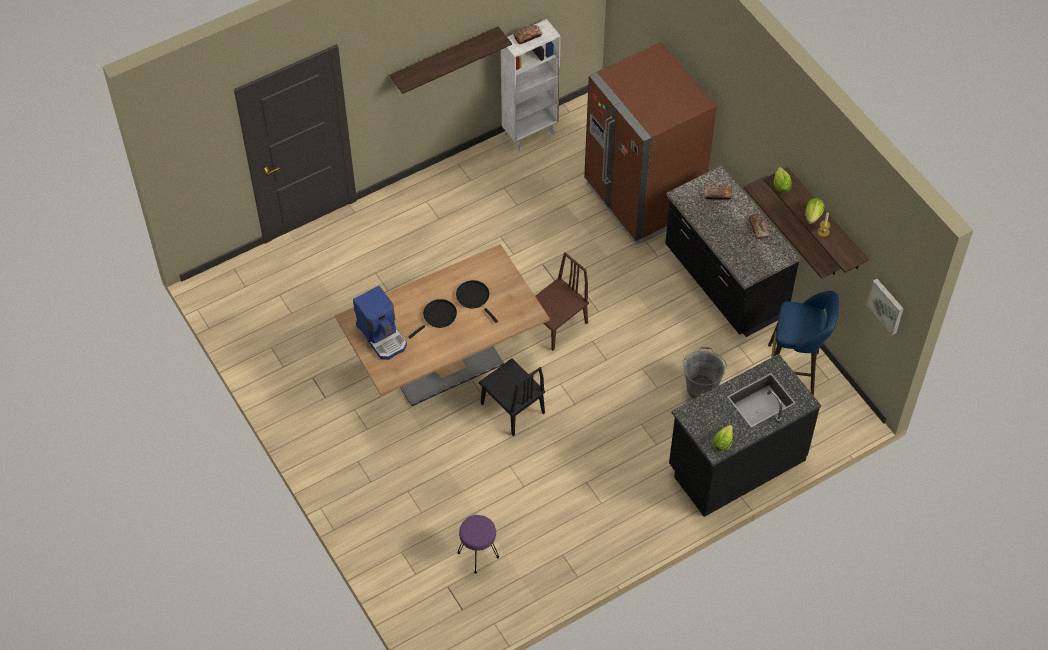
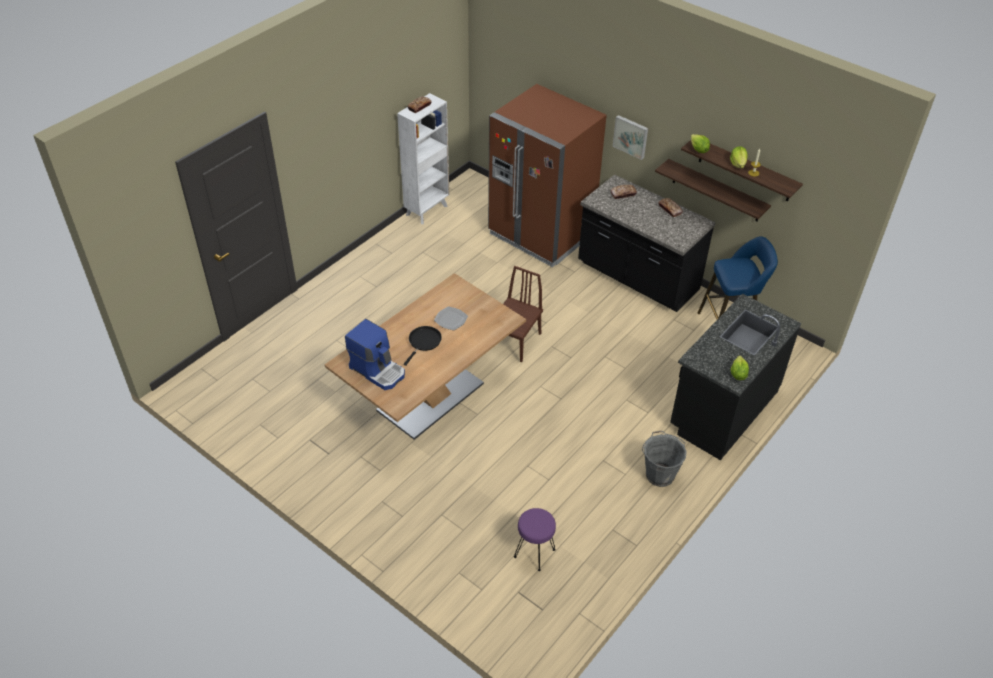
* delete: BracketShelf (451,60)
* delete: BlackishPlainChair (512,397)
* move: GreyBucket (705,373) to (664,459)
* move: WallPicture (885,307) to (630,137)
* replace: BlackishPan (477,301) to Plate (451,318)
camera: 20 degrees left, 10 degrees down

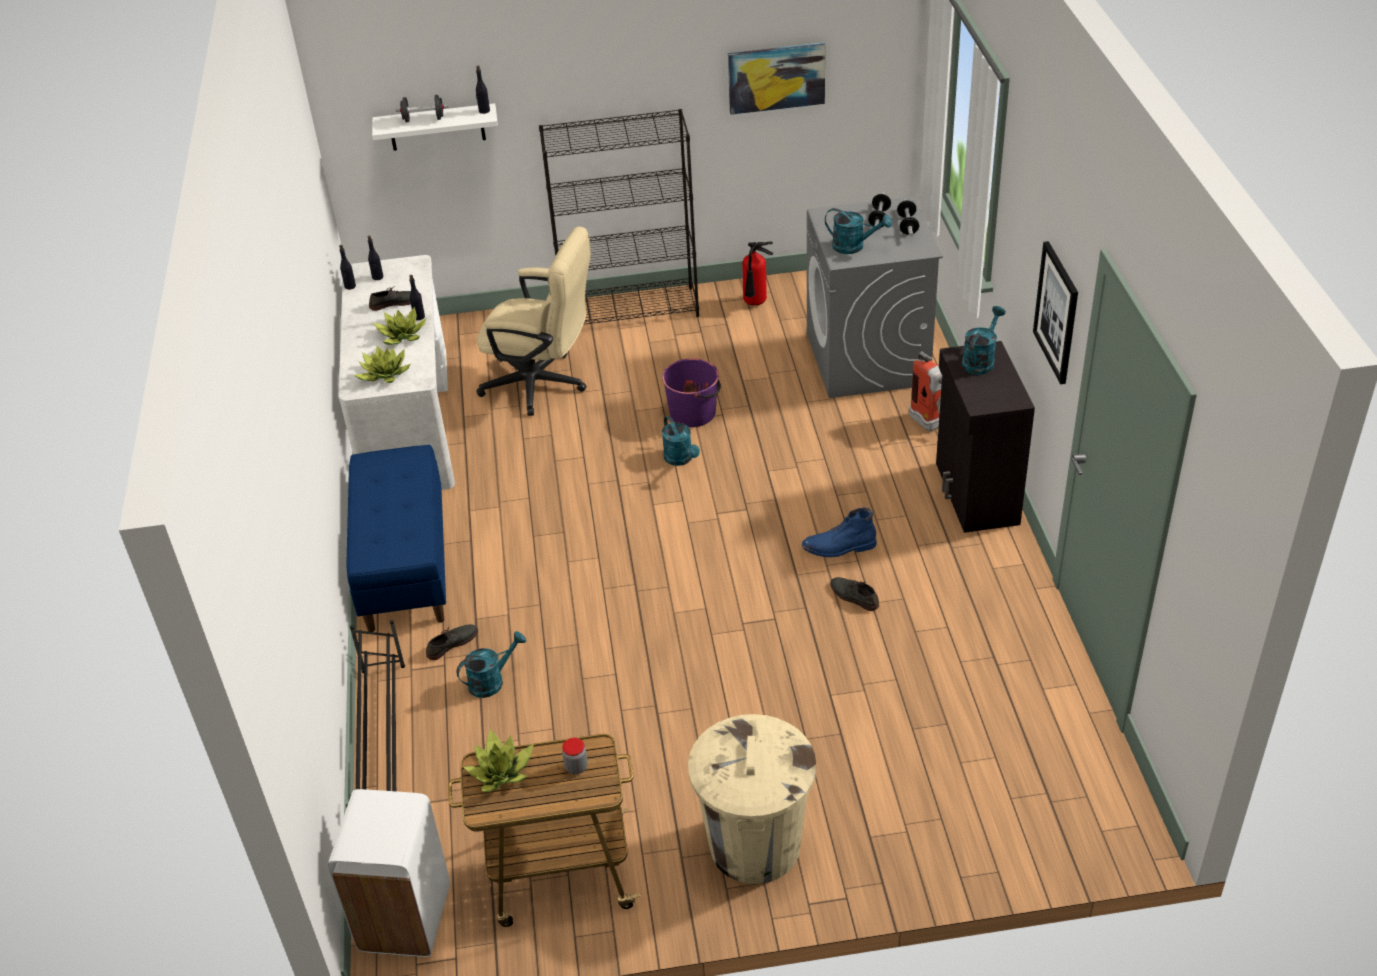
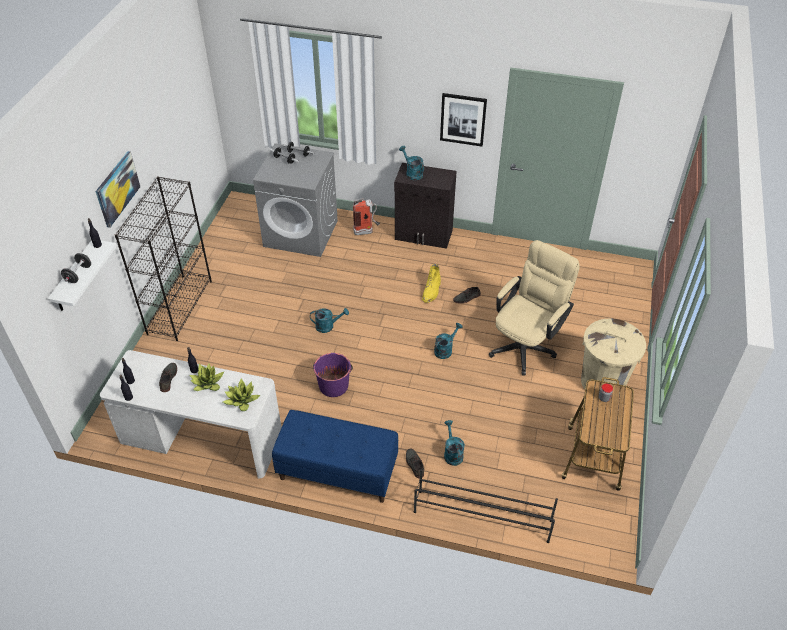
* delete: WhiteColouredRubbishBin (389,873)
* delete: PottedPlant (499,760)
* delete: FireExtinguisher (757,273)
* move: SandColouredComputerChair (533,321) to (534,307)
* move: PurplishBucket (691,392) to (333,375)
* move: WallPicture (776,78) to (117,189)
* move: BlueGreenSprinklingCan (858,231) to (448,341)
* recolor: BlueColouredHighTopBoot (839,532) to YellowHighTopBoot (431,283)
camera: 70 degrees left, 5 degrees up

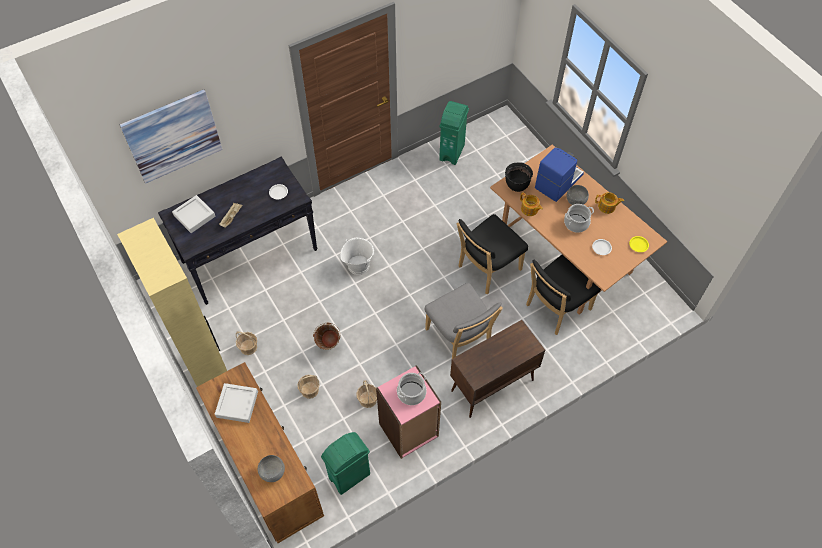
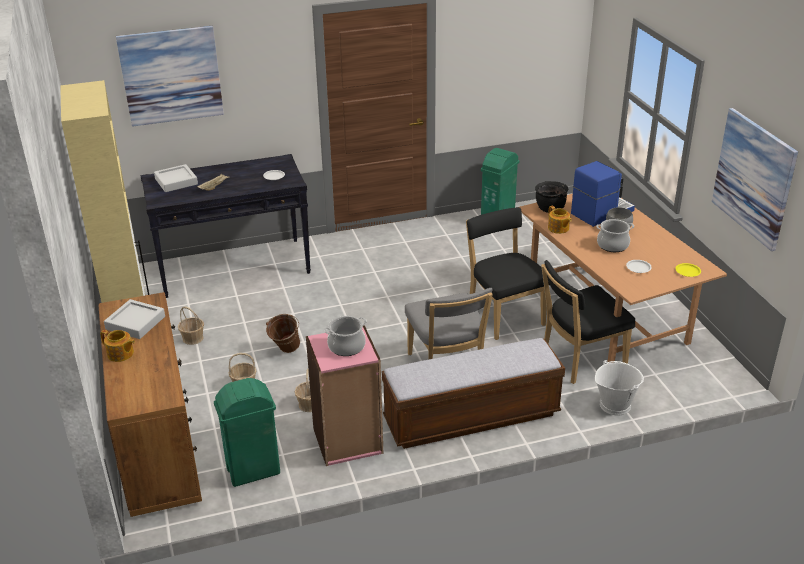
* delete: GreyDeepDish (271,468)
* insert: WallPicture (755,179)
* move: WhiteColouredBucket (357,256) to (619,388)
* move: TeaPot (609,203) to (117,346)
* replace: BrownStorageCabinet (497,369) to IndoorBench (473,393)
* rotate: BlackishPlainChair (492,254) = (508,273) 90 degrees clockwise
camera: 15 degrees right, 25 degrees down

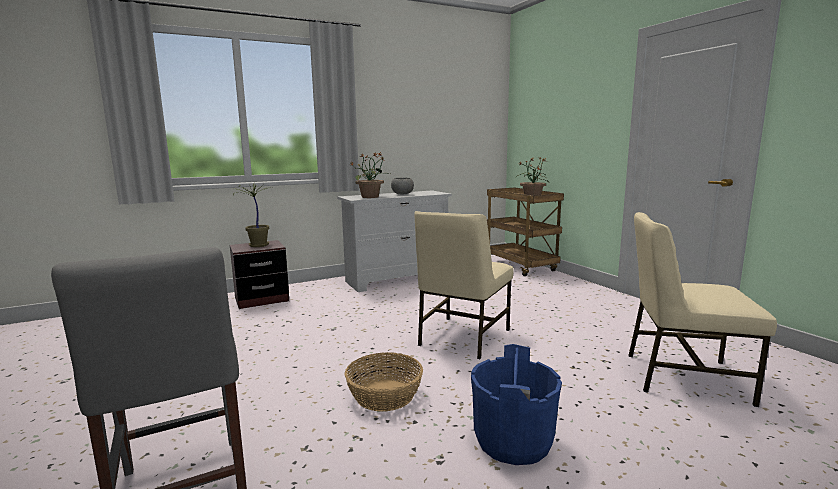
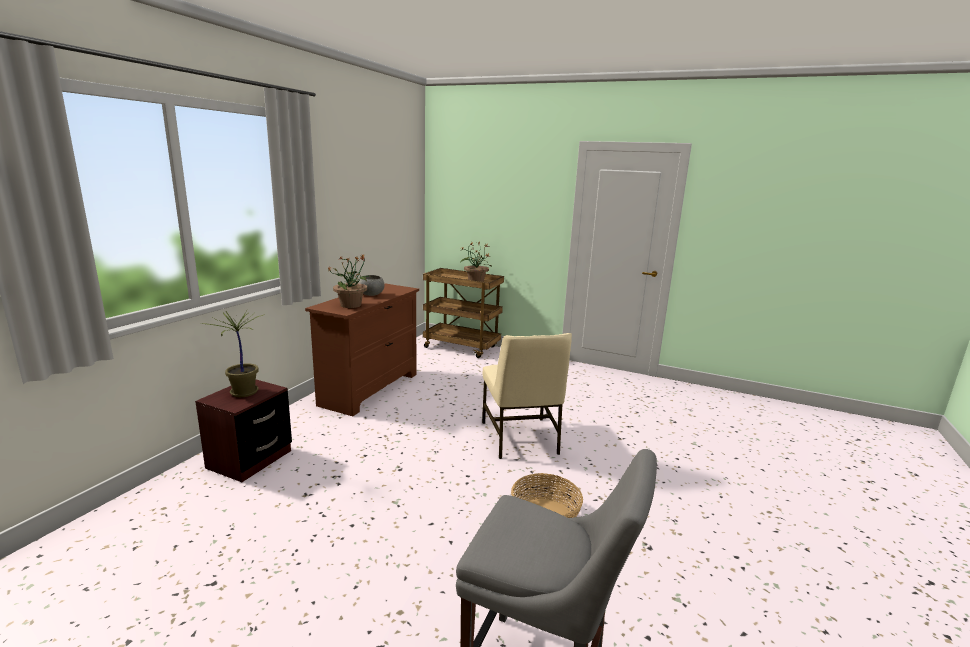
* delete: BlueColouredBucket (516,404)
* delete: SandColouredPlainChair (702,309)
* recolor: WhiteColouredDresser (395,241) to BrownDresser (362,349)
camera: 40 degrees left, 5 degrees up

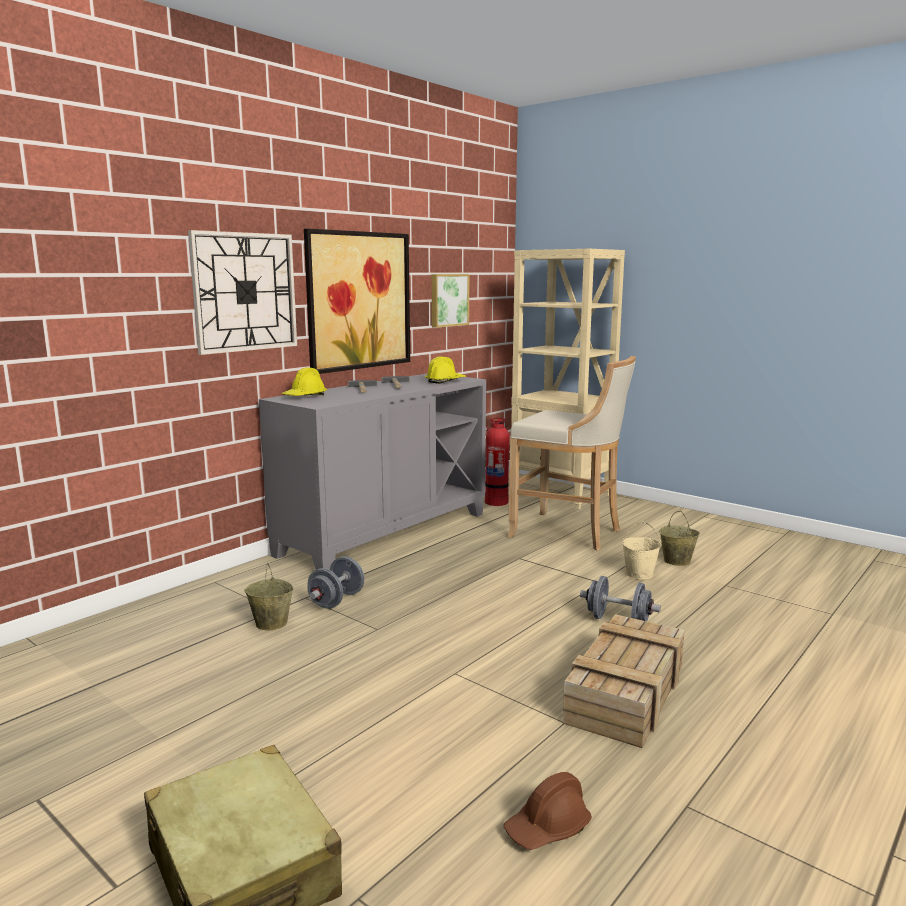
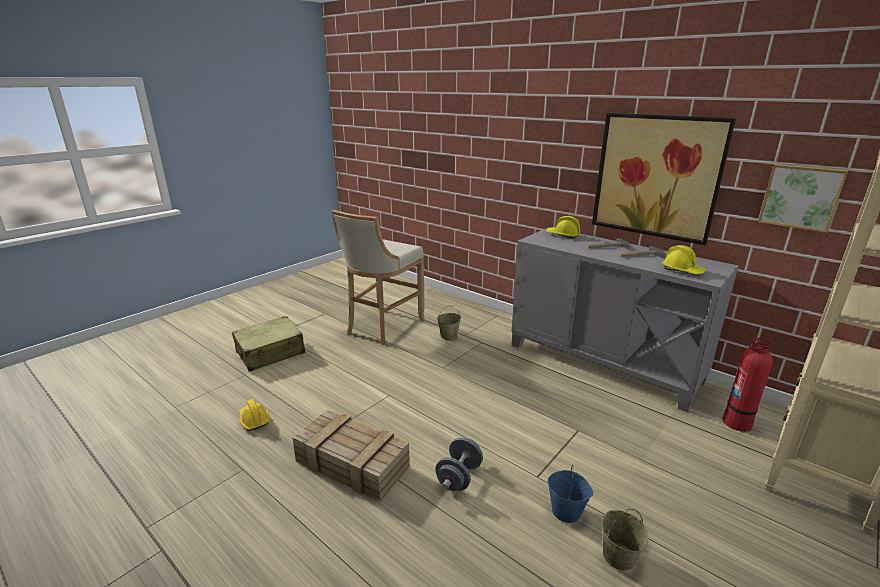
* delete: ClockOnTheWall (242,292)
* delete: GreyFreeWeight (336,582)
* move: SandColouredStool (571,453) to (378,277)
* recolor: BrownHardHat (548,811) to YellowHardHat (254,415)
* recolor: SandColouredBucket (641,550) to BlueColouredBucket (570,493)
camera: 90 degrees right, 10 degrees up

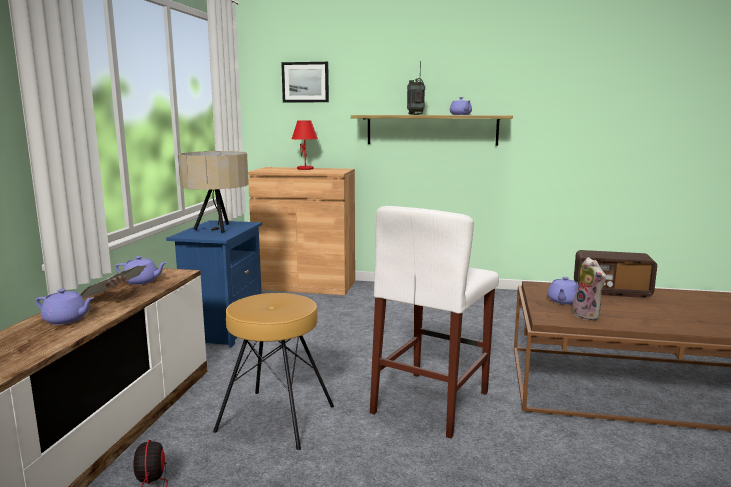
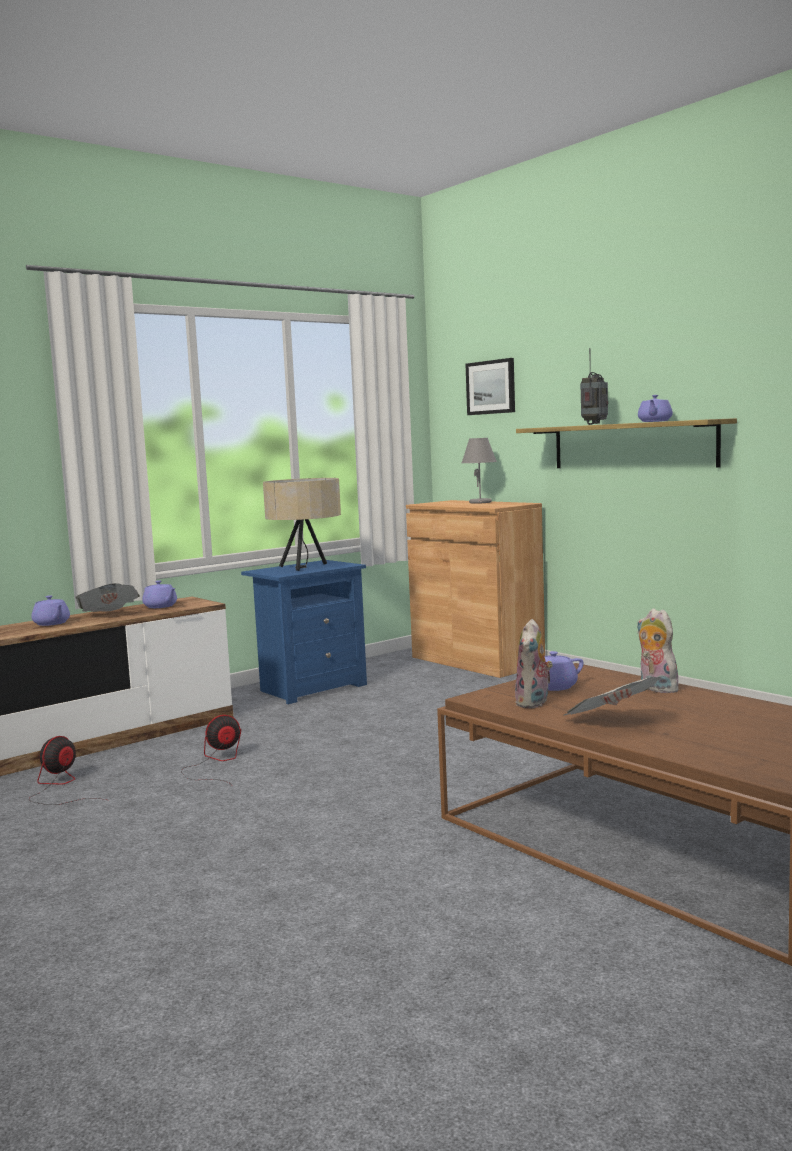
* delete: WhiteColouredStool (434,322)
* insert: Newspaper (612,696)
* replace: BrownStool (273,371) to CoolingFan (211,750)
* replace: RadioSet (615,274) to CuddlyToy (658,651)
* recolor: RedColouredTabletopLamp (304,145) to GreyTabletopLamp (479,471)
camera: 40 degrees right, 5 degrees down

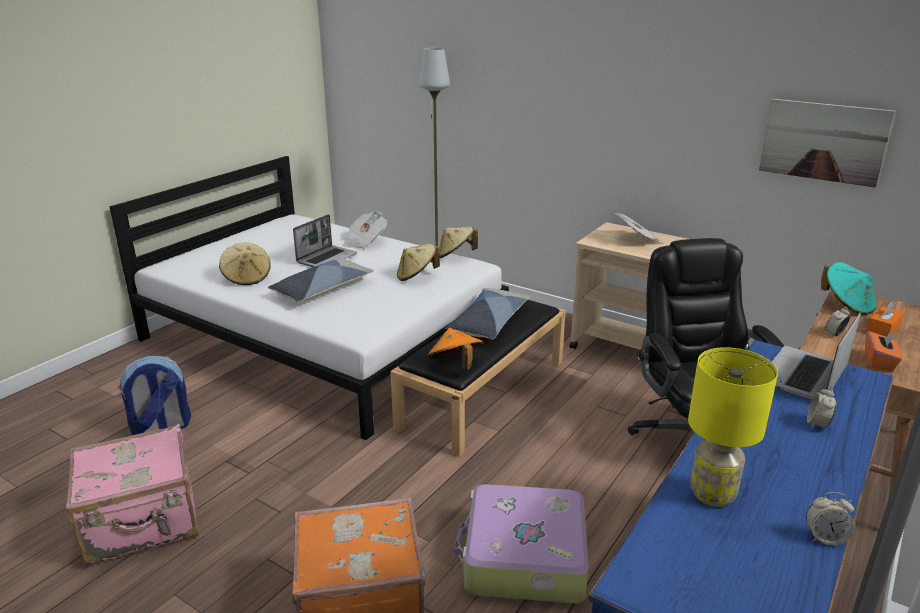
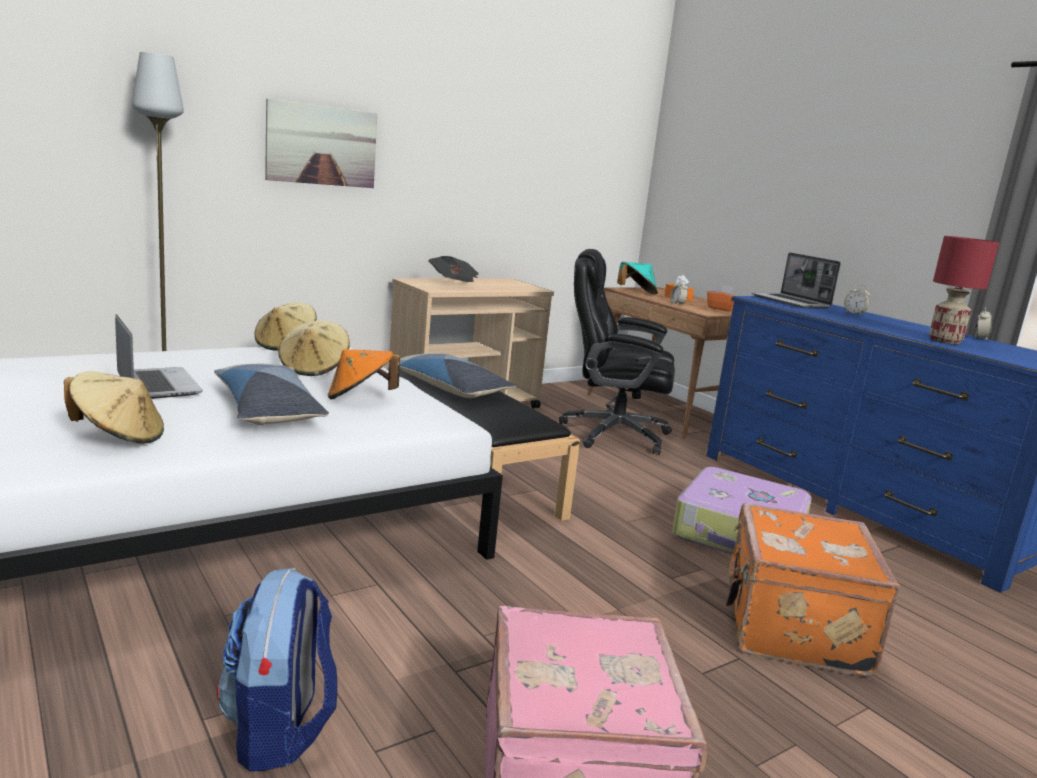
* delete: Newspaper (365,229)
* move: OrangeHat (454,349) to (364,374)
* move: WallPicture (827,143) to (321,143)
* recolor: YellowTabletopLamp (733,427) to RedColouredTabletopLamp (964,290)
camera: 70 degrees left, 10 degrees down

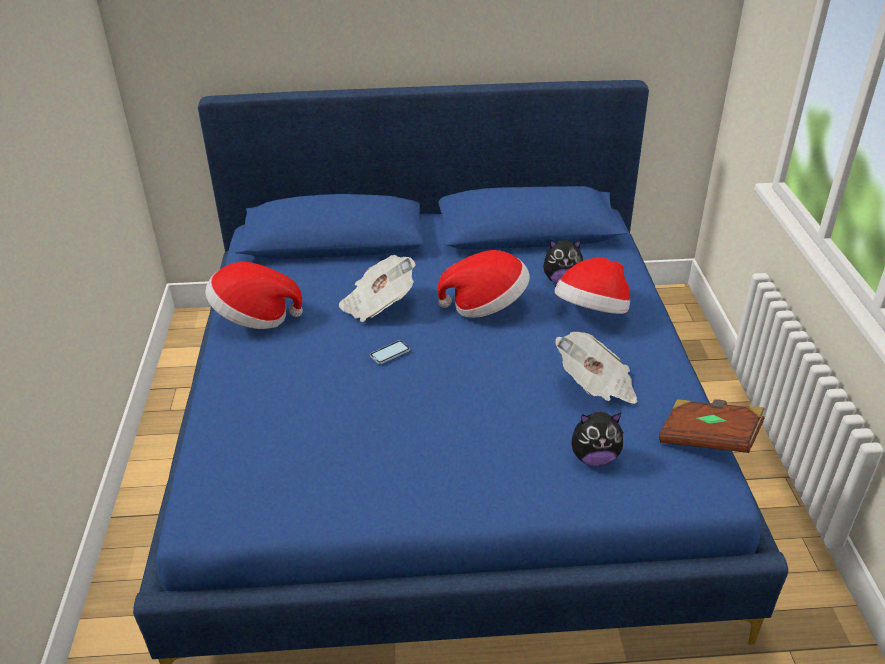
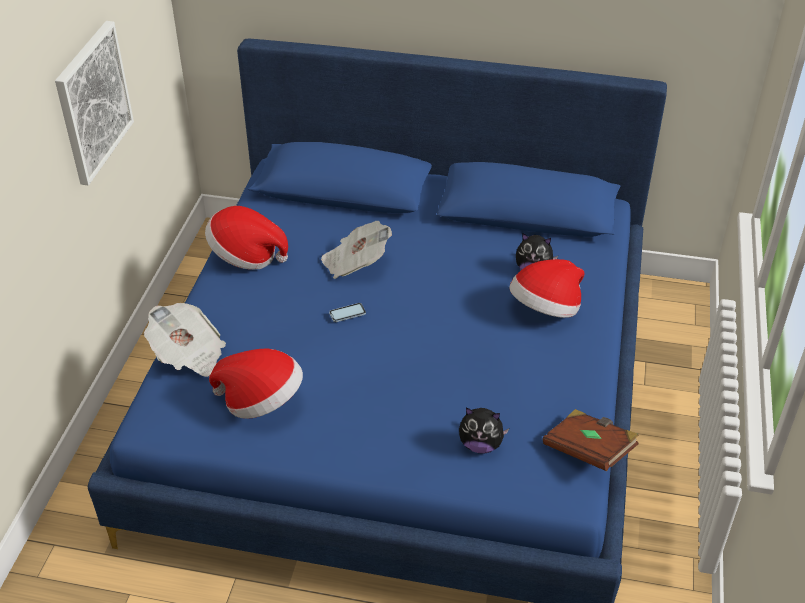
* insert: WallPicture (94,103)
* move: Hat (483,284) to (256,384)
* move: Newspaper (596,368) to (185,340)
camera: 15 degrees right, 5 degrees up

